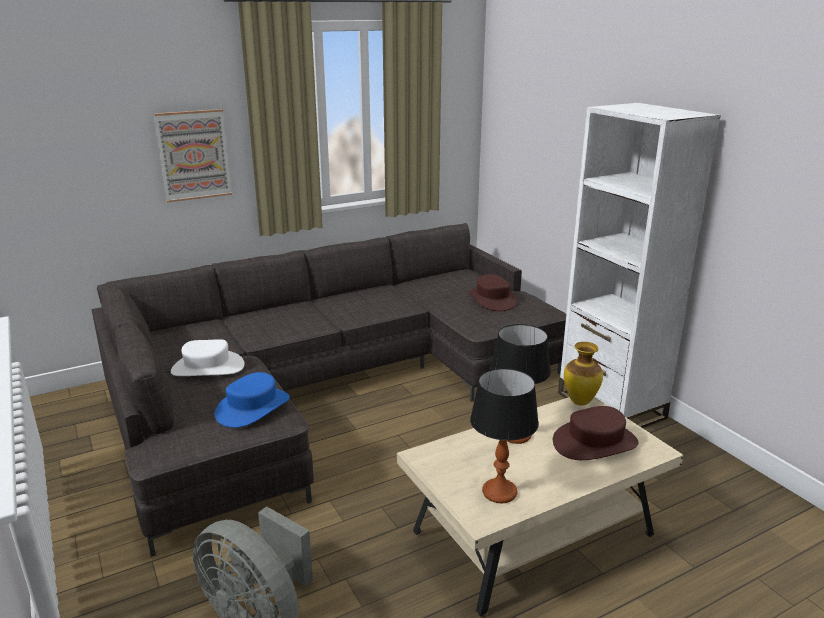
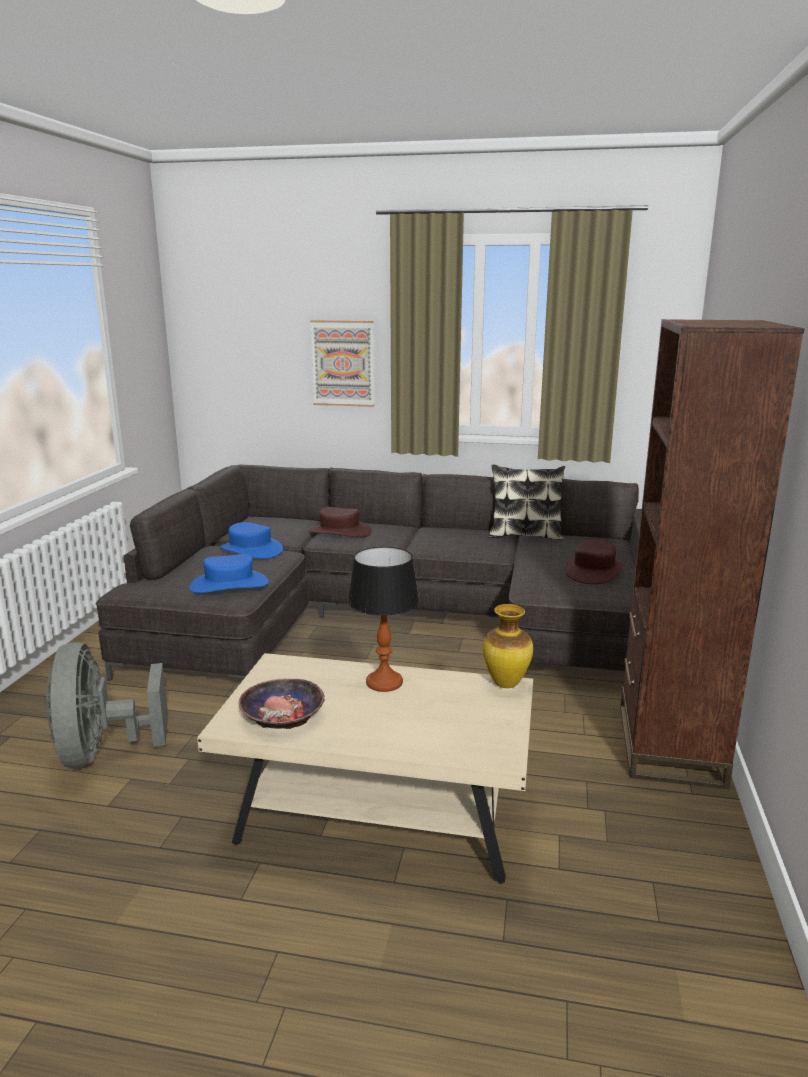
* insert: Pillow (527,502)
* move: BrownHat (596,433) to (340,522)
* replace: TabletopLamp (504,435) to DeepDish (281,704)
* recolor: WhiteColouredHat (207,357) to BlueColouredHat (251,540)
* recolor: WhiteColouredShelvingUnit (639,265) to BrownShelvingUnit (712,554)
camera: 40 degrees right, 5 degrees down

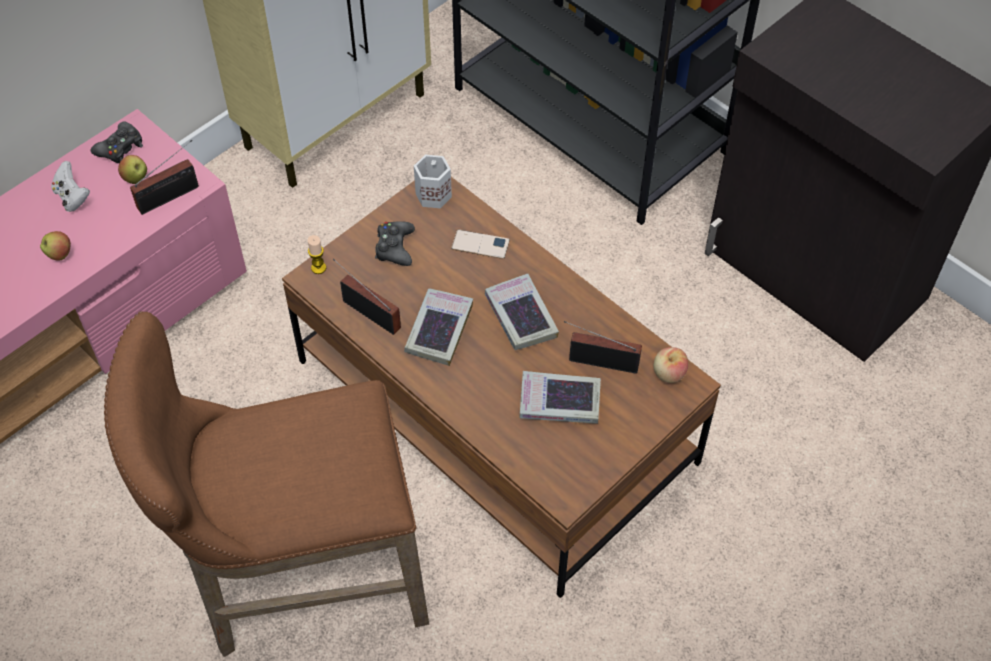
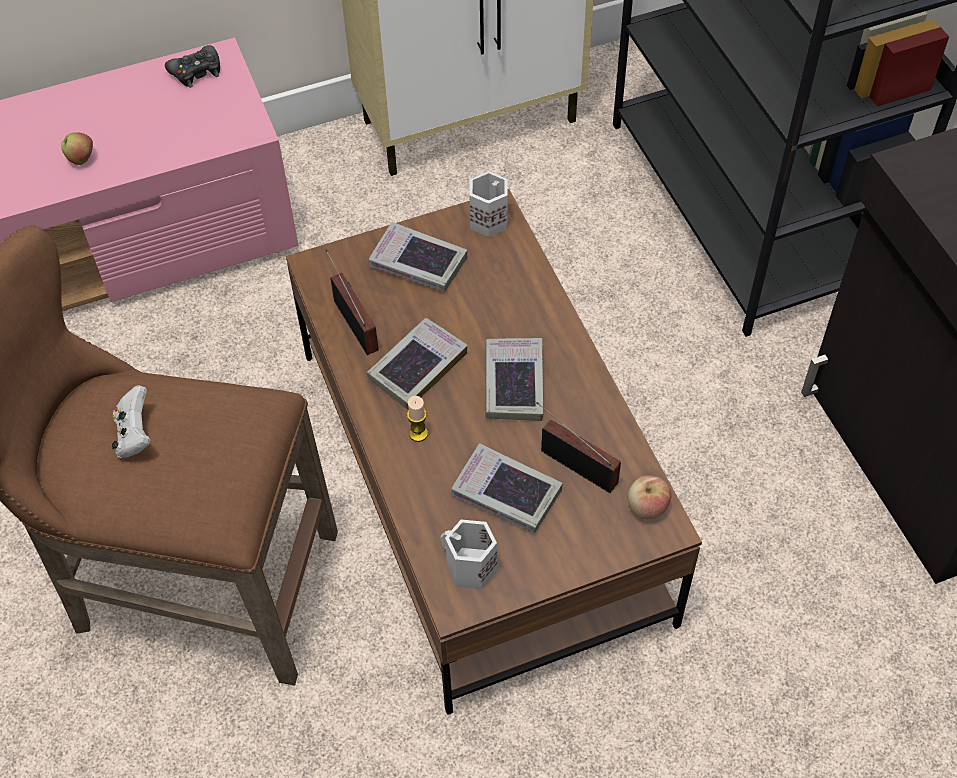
* delete: AppleFruit (132,169)
* delete: RadioSet (164,177)
* delete: Telephone (480,244)
* insert: WhiteColouredTeaMug (469,554)
* move: WhiteColouredGameController (70,186) to (131,421)
* move: Candle (317,254) to (417,419)
* replace: BlackishGameController (395,243) to BoundBook (418,257)
camera: 25 degrees right, 0 degrees up

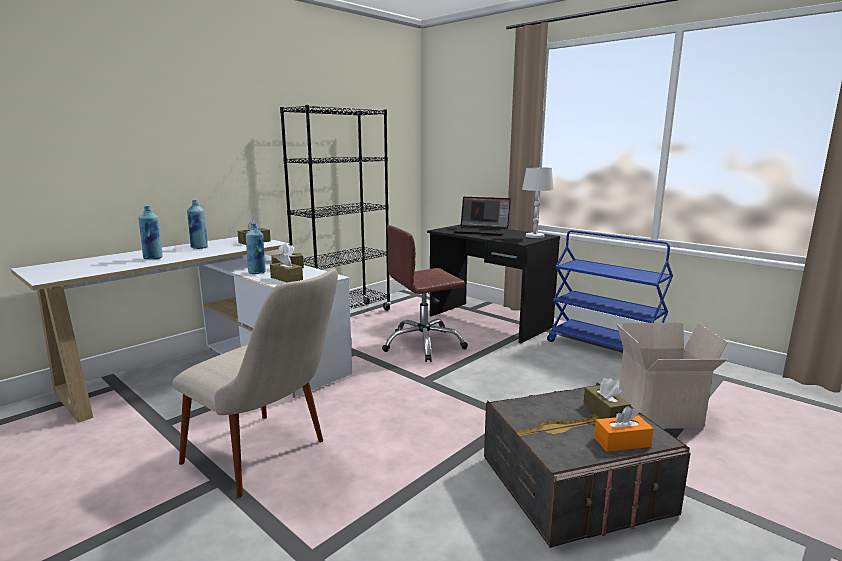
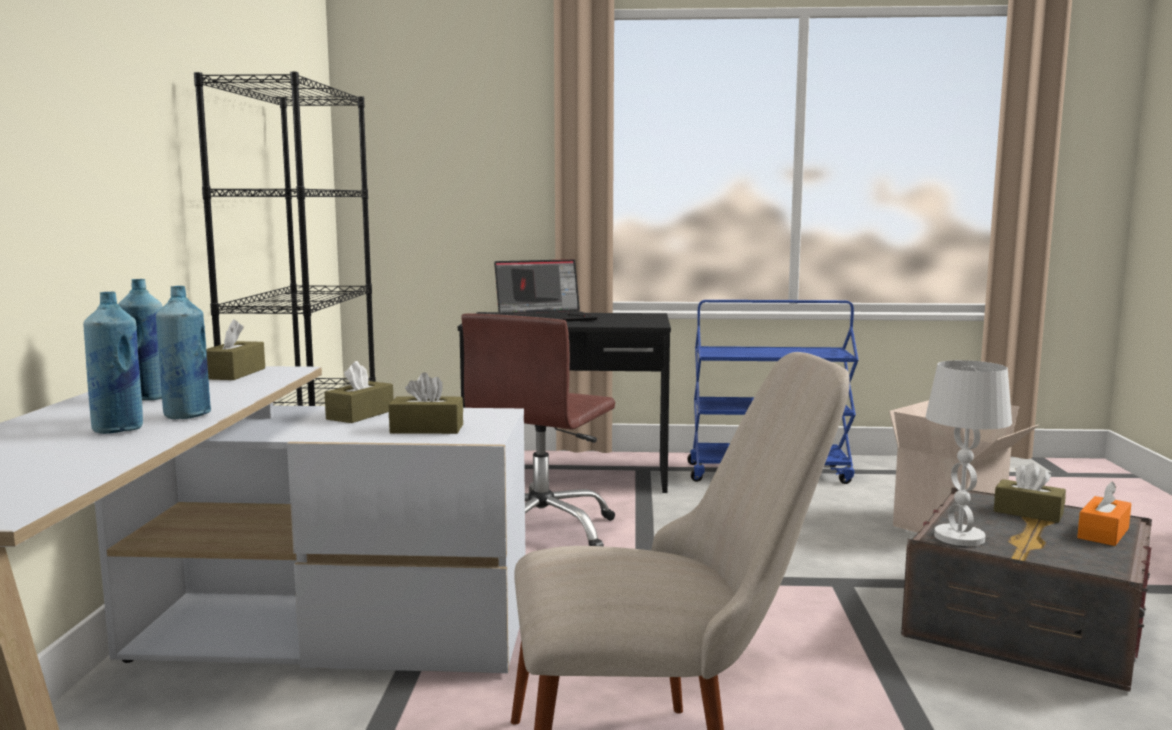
* move: BlueColouredBottle (256,248) to (183,352)
* move: WhiteColouredTabletopLamp (538,202) to (969,453)
camera: 40 degrees left, 5 degrees down

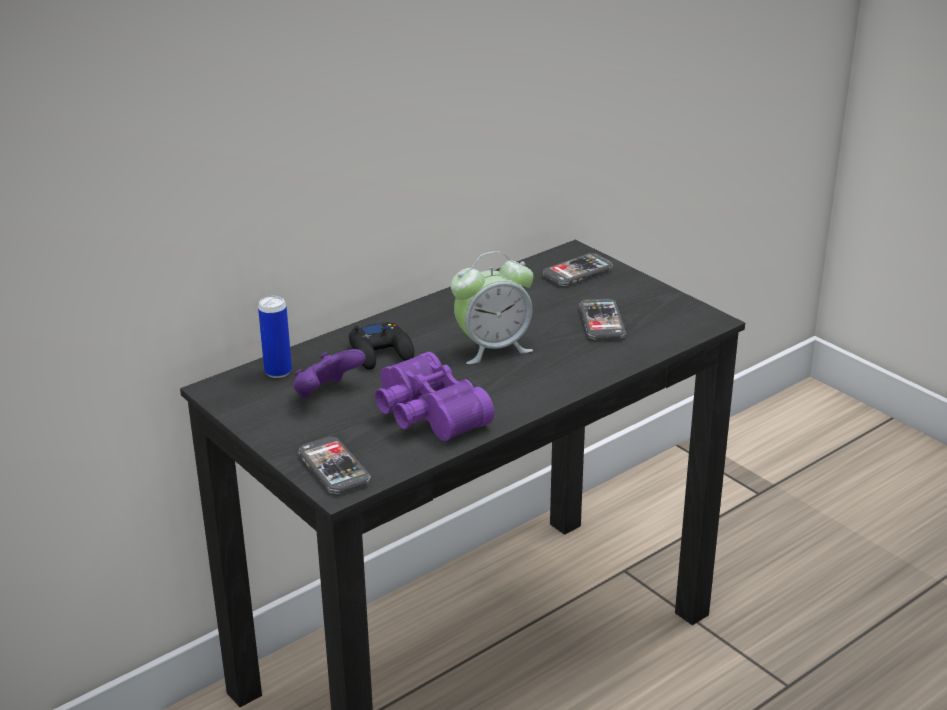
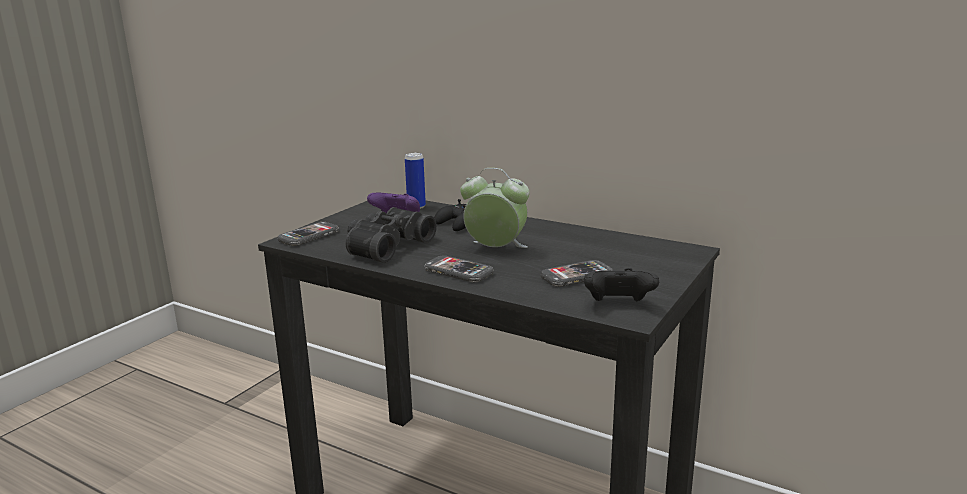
* insert: BlackishGameController (621,284)
* move: Telephone (578,269) to (459,269)
* recolor: PurplishBinoculars (434,396) to BlackishBinoculars (391,235)
* rotate: BedsideClock (492,307) = (494,208) 150 degrees clockwise
camera: 70 degrees right, 10 degrees down

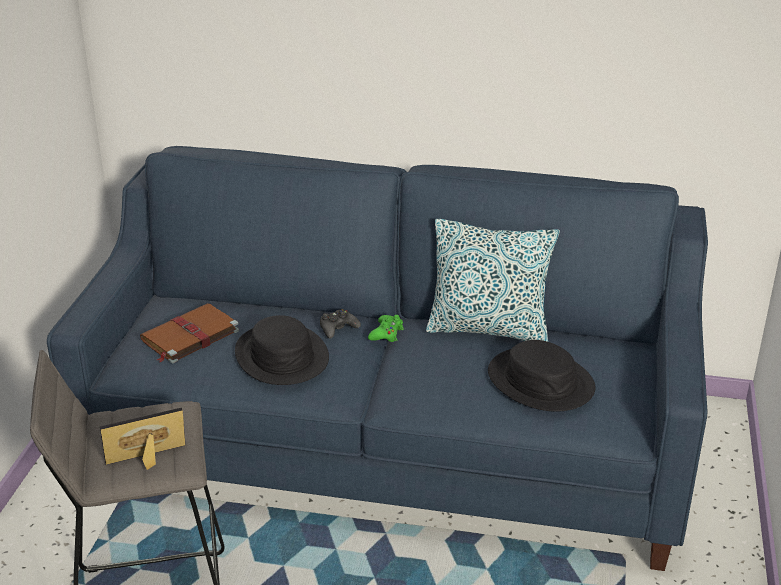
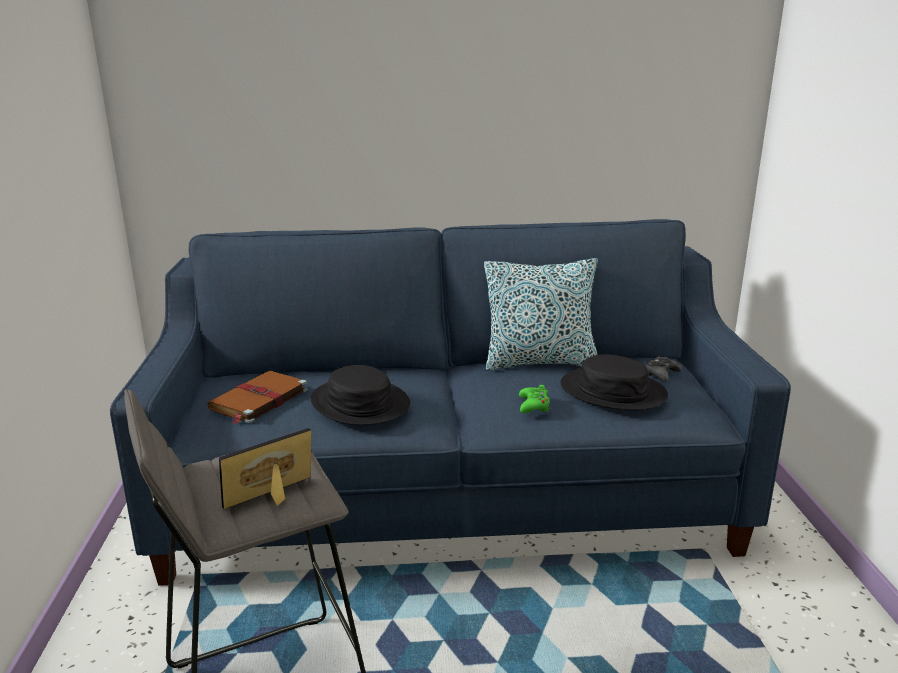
* move: BlackishGameController (340,324) to (664,369)
* move: GreenishGameController (386,328) to (534,399)
camera: 15 degrees left, 10 degrees down

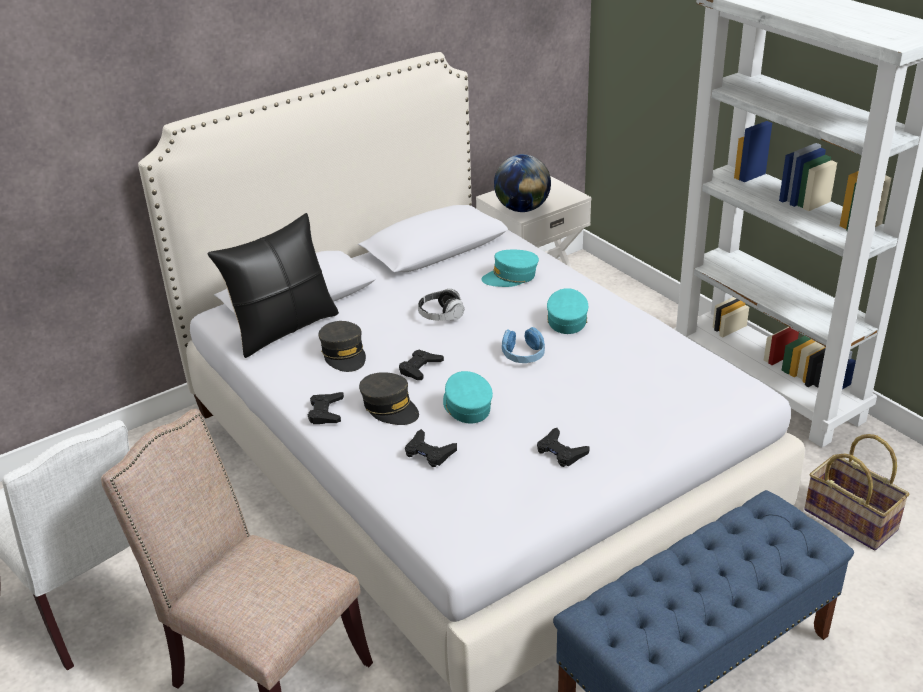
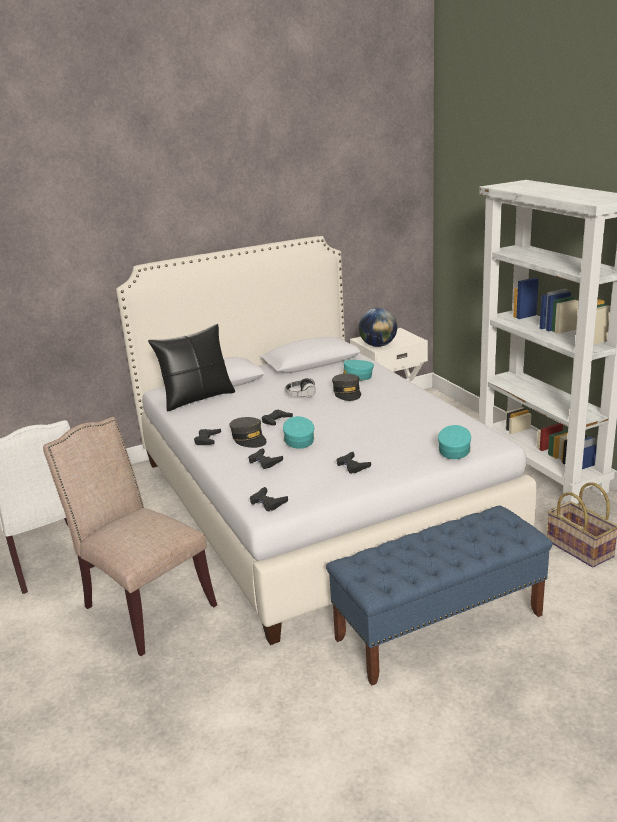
* delete: BlueColouredHeadphones (523,345)
* insert: BlackishGameController (269,499)
* move: GreyBaseballCap (342,346) to (346,387)
* move: BlueGreenBaseballCap (567,311) to (454,442)
camera: 10 degrees right, 10 degrees down

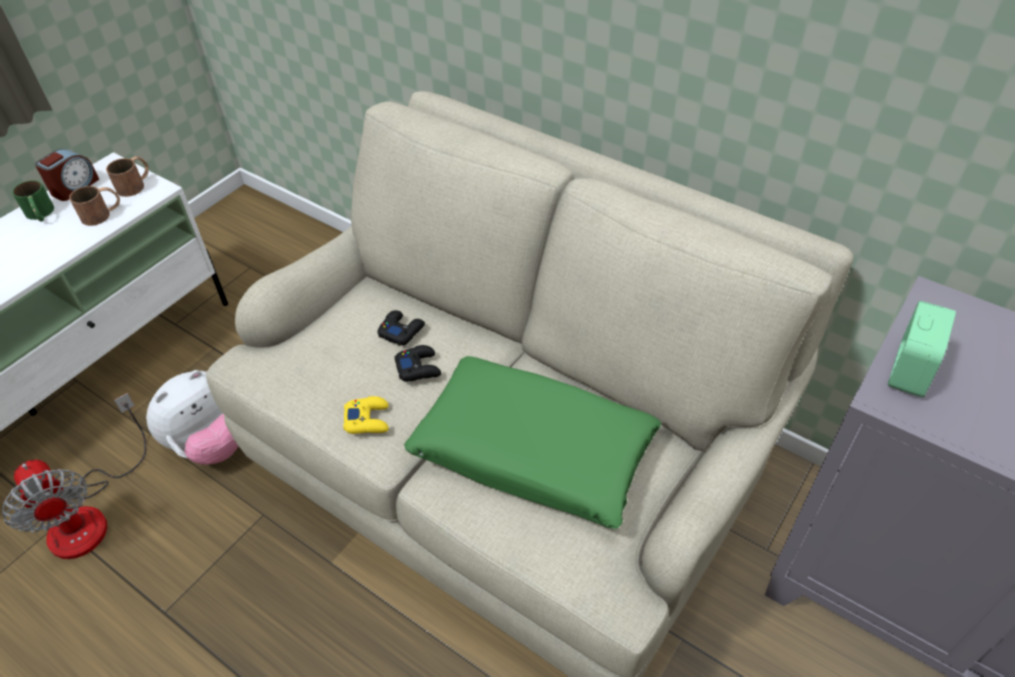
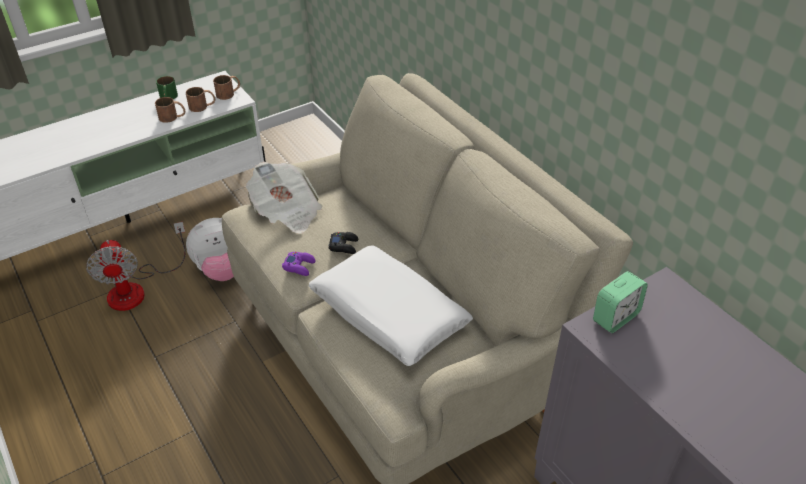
* delete: BedsideClock (67,175)
* delete: BlackishGameController (401,328)
* insert: BrownTeaMug (170,110)
* insert: Newspaper (284,198)
* recolor: YellowGameController (366,415) to PurplishGameController (299,264)
* recolor: GreenishPillow (532,442) to WhiteColouredPillow (391,305)
camera: 20 degrees right, 5 degrees down

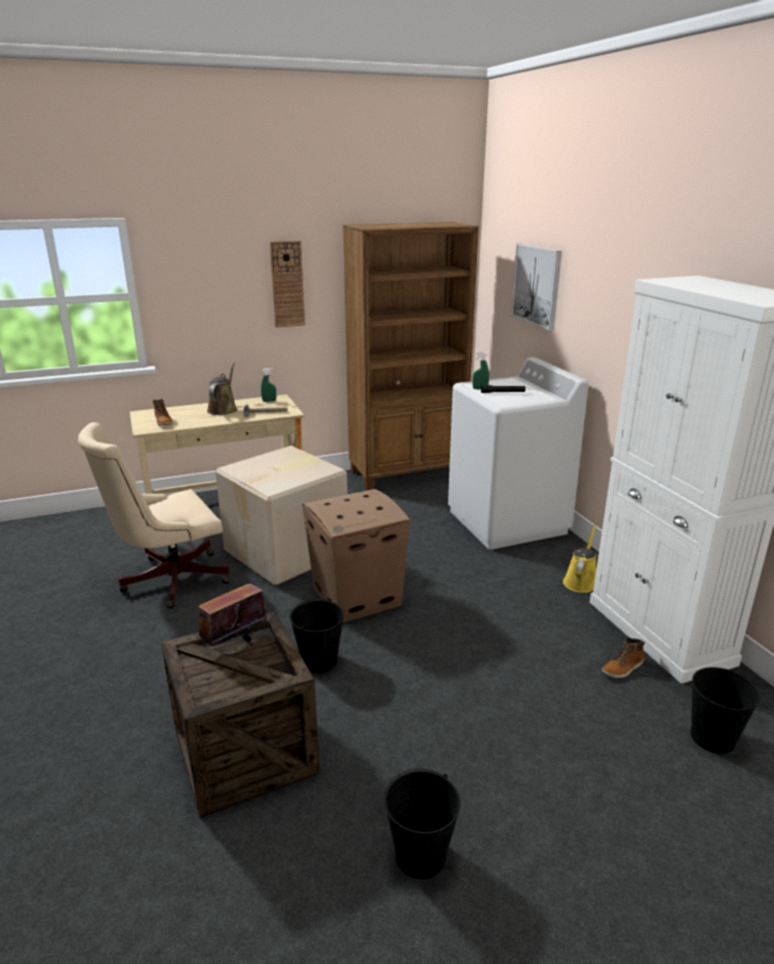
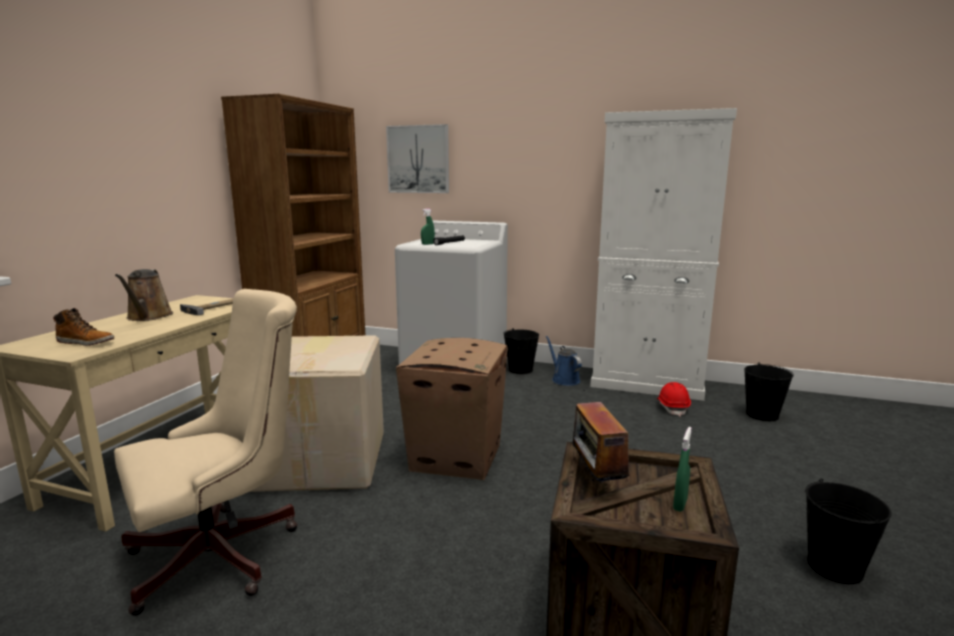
* delete: ClockOnTheWall (287,284)
* move: GreenishSprayer (268,385) to (682,469)
* move: BlackishBucket (316,636) to (521,351)
* replace: HighTopBoot (623,658) to RedColouredHardHat (674,399)
* recolor: YellowSprinklingCan (579,559) to BlueColouredSprinklingCan (563,361)
* rotate: SandColouredComputerChair (154,515) = (206,452) 135 degrees counterclockwise
* rotate: BrownSprinklingCan (222,389) = (144,295) 150 degrees counterclockwise
camera: 50 degrees left, 10 degrees down

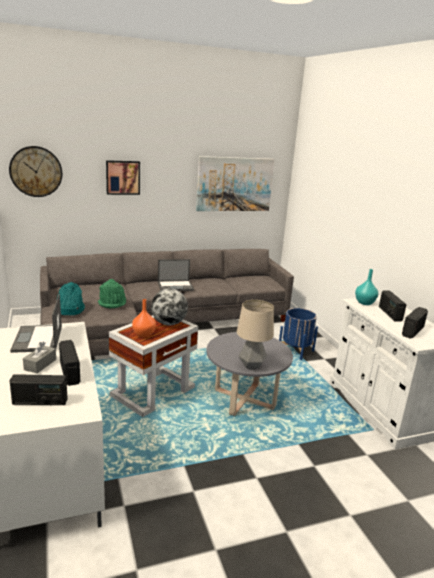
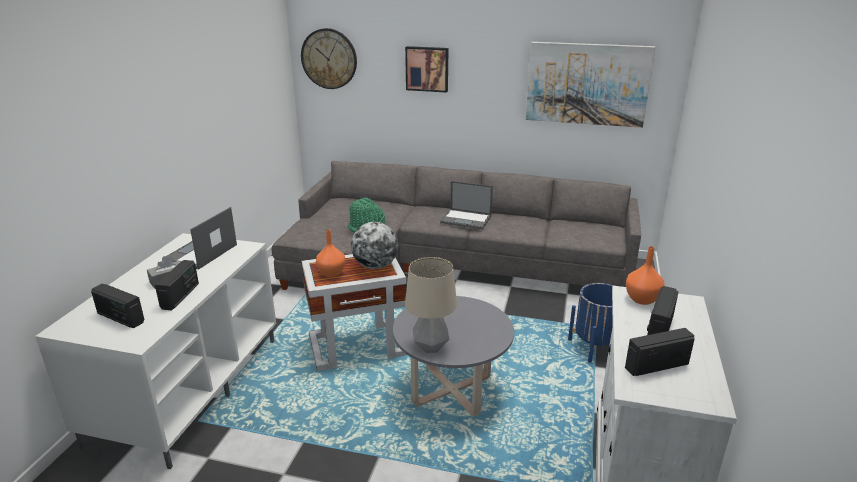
* delete: BlueGreenHat (70,298)
* recolor: BlueGreenFlowerVase (366,287) to OrangeFlowerVase (645,275)
camera: 35 degrees right, 5 degrees up

